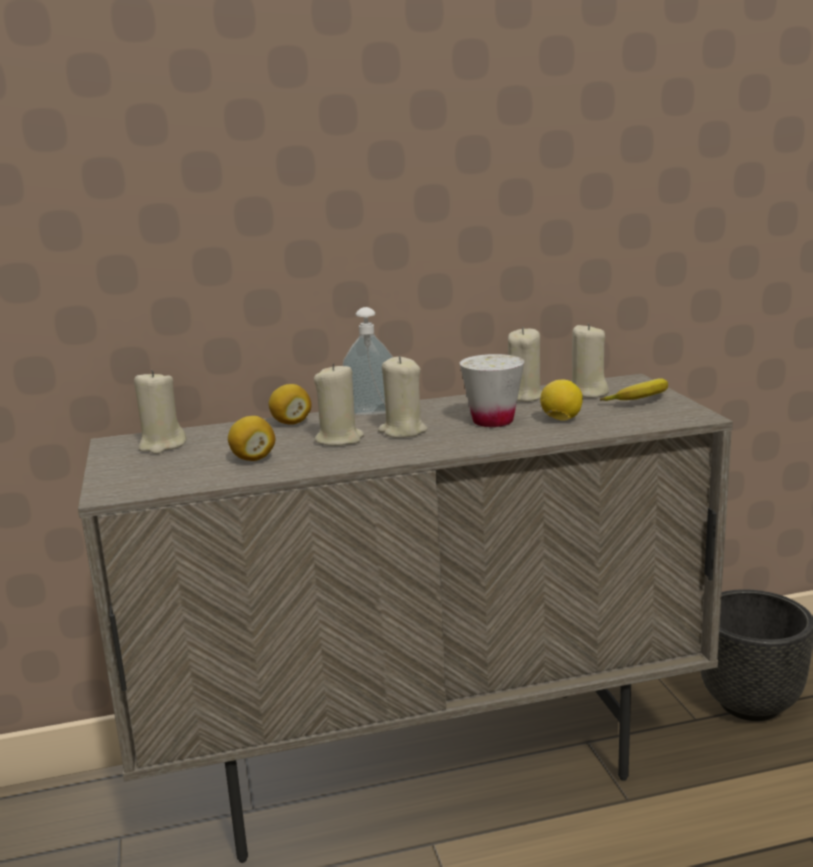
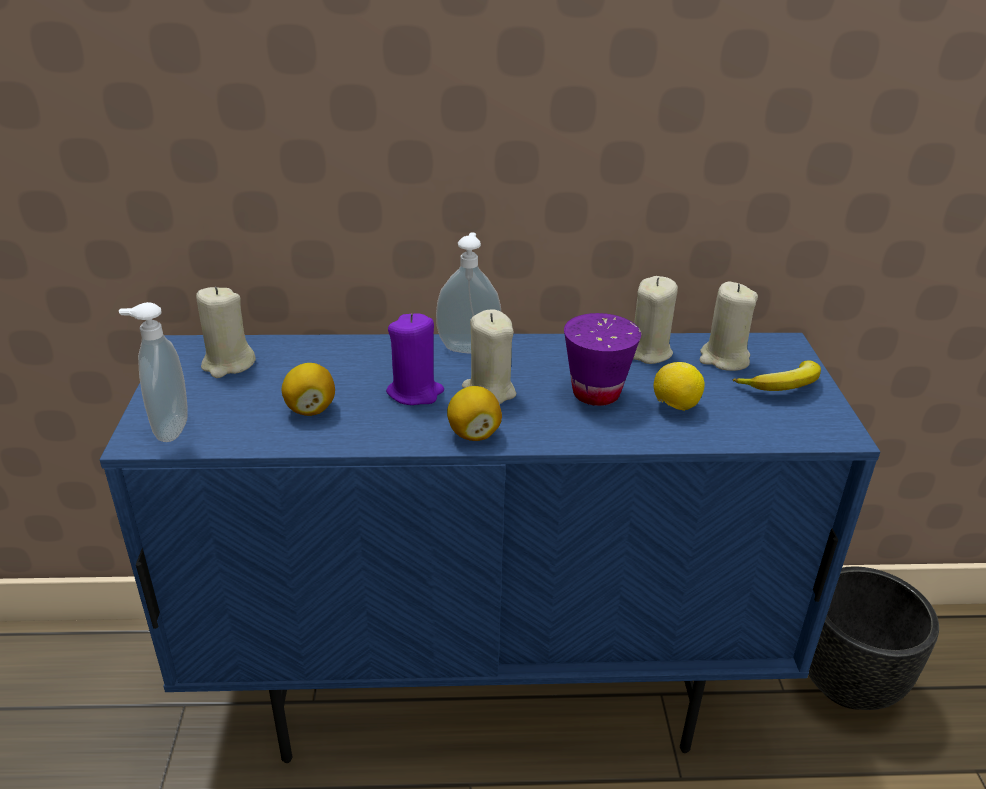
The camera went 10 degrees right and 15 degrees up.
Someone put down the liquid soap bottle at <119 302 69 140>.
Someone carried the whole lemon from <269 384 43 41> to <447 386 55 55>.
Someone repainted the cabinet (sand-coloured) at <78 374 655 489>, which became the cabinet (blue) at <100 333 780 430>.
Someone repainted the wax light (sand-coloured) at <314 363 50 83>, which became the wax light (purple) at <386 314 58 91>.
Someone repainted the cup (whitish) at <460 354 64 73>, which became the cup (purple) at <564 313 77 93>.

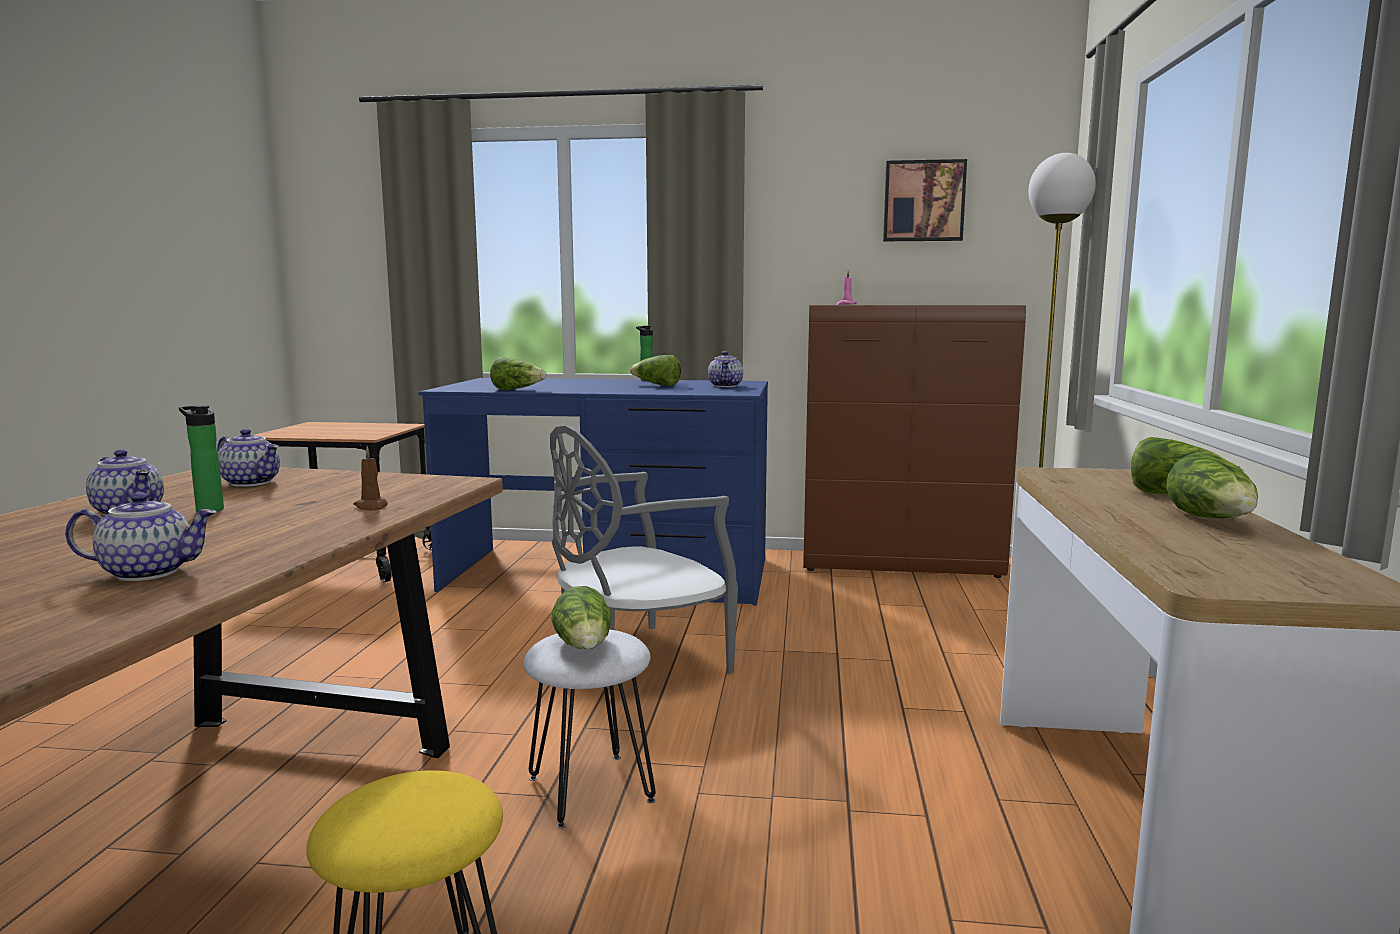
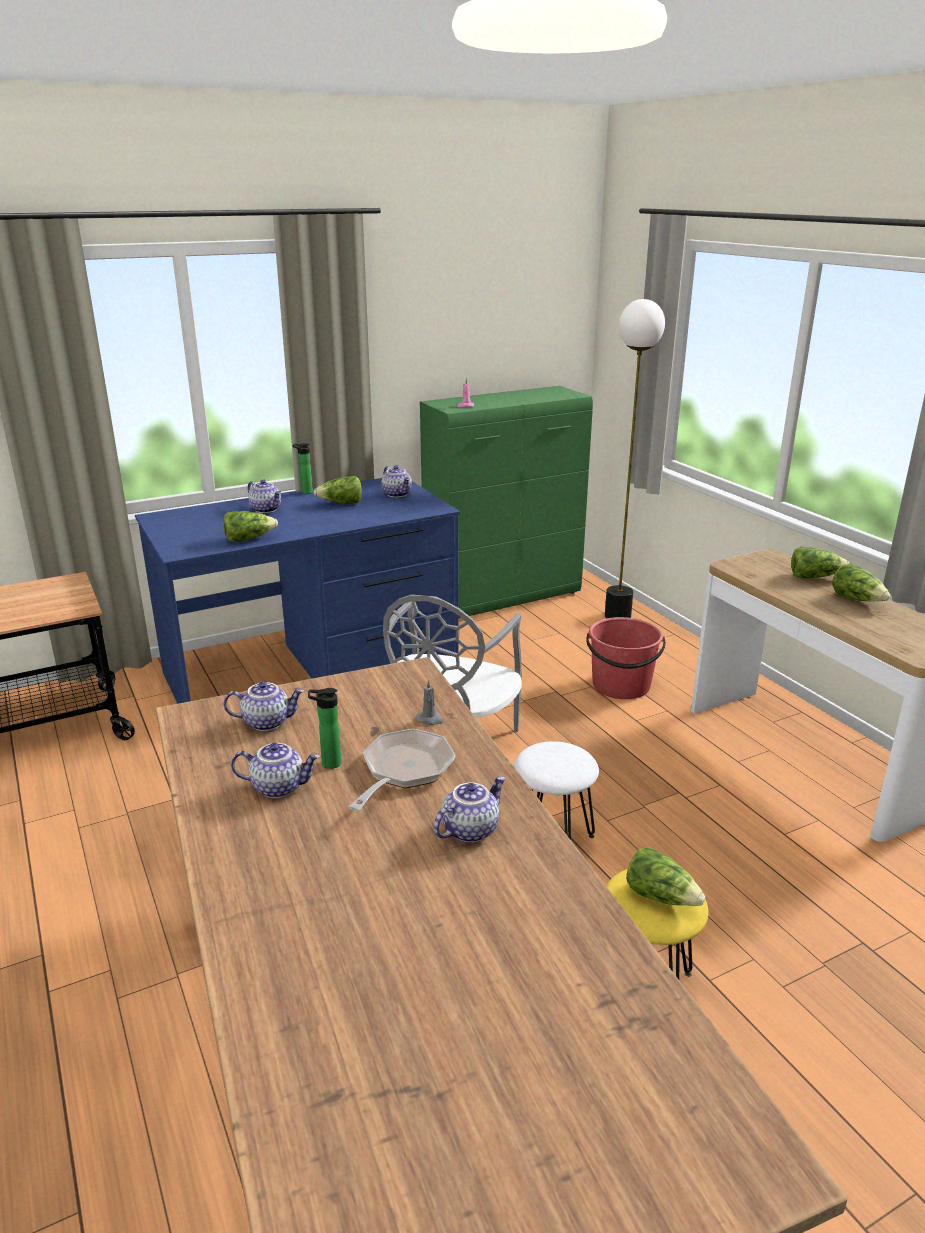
The camera went 35 degrees left and 15 degrees up.
Someone took away the wall picture at <883 159 84 82>.
Someone put down the pot for tea at <248 480 33 33>.
Someone put down the pan at <348 729 107 82>.
Someone put down the bucket (red-coloured) at <586 617 80 82>.
Someone carried the lettuce from <551 586 61 64> to <626 847 79 59>.
Someone repainted the wax light (brown-coloured) at <353 446 35 65>, which became the wax light (gray) at <416 679 28 46>.
Someone repainted the cabinet (brown-coloured) at <803 305 223 273>, which became the cabinet (greenish) at <420 386 173 232>.

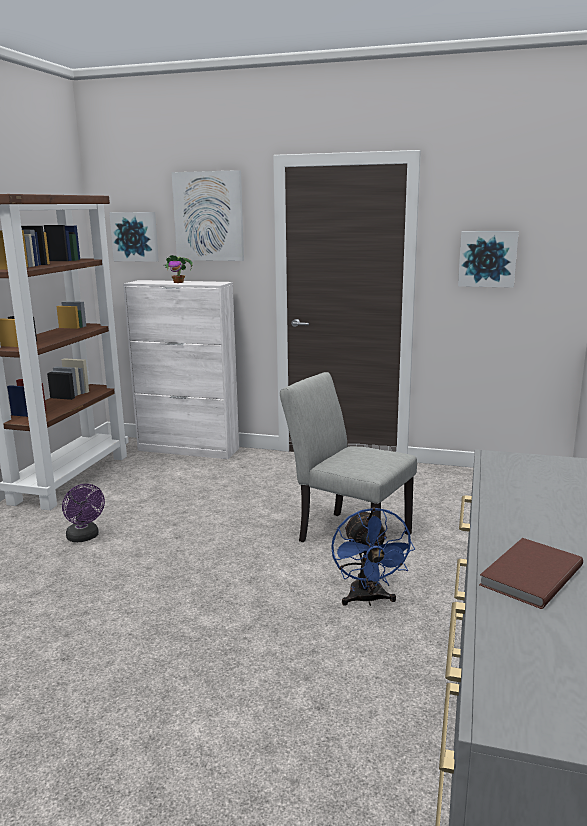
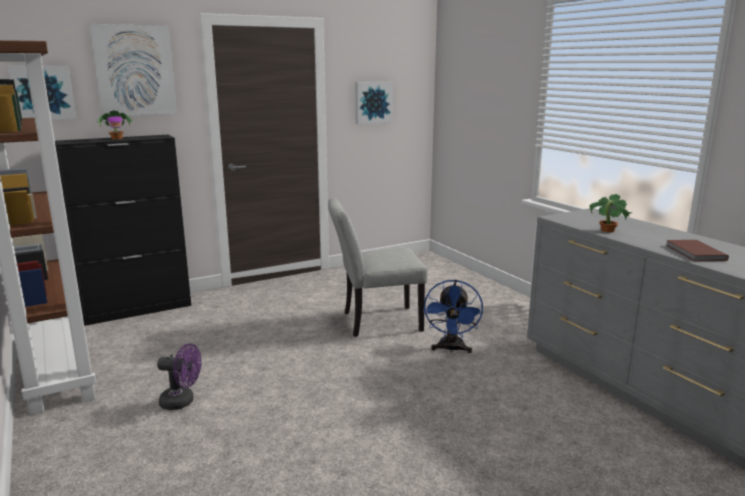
The camera went 45 degrees left and 0 degrees up.
Someone put down the plant in a pot at <589 194 44 39>.
Someone repainted the cabinet (whitish) at <123 280 116 179>, which became the cabinet (blackish) at <55 135 136 191>.
Someone rotated the cooling fan (blue) at <331 507 84 99> by 60 degrees clockwise.

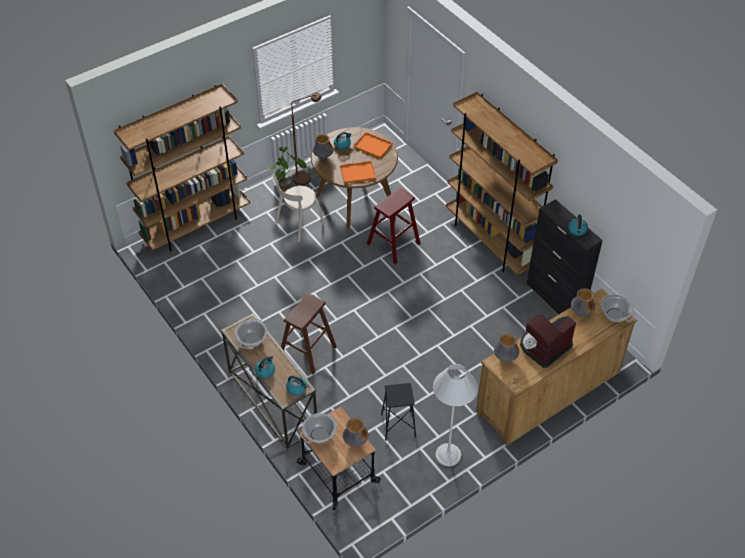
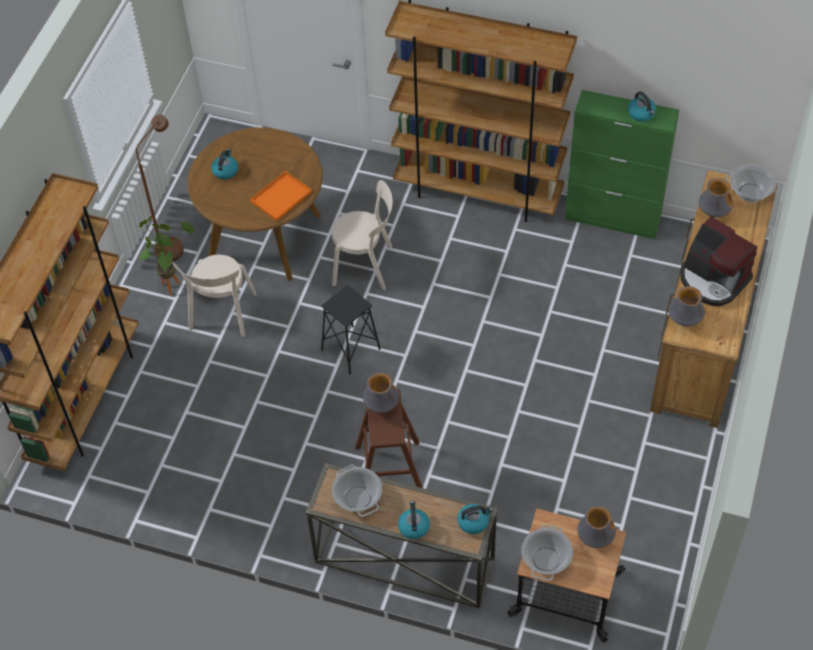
The camera went 35 degrees left and 5 degrees up.
Someone took away the carrying tray (orange) at <354 132 39 27>.
Someone took away the standard lamp (whitish) at <433 364 45 103>.
Someone carried the decorative vase from <313 134 21 25> to <363 373 36 40>.
Someone carried the sitting stool (blackish) from <381 383 35 58> to <321 285 60 89>.
Someone swapped the sitting stool (red-coloured) at <367 188 54 76> for the chair (sand-coloured) at <331 180 62 110>.
Someone repainted the cabinet (blackish) at <527 199 76 115>, which became the cabinet (greenish) at <565 90 114 149>.
Someone rotated the coffee maker at <520 314 56 54> by 60 degrees counterclockwise.

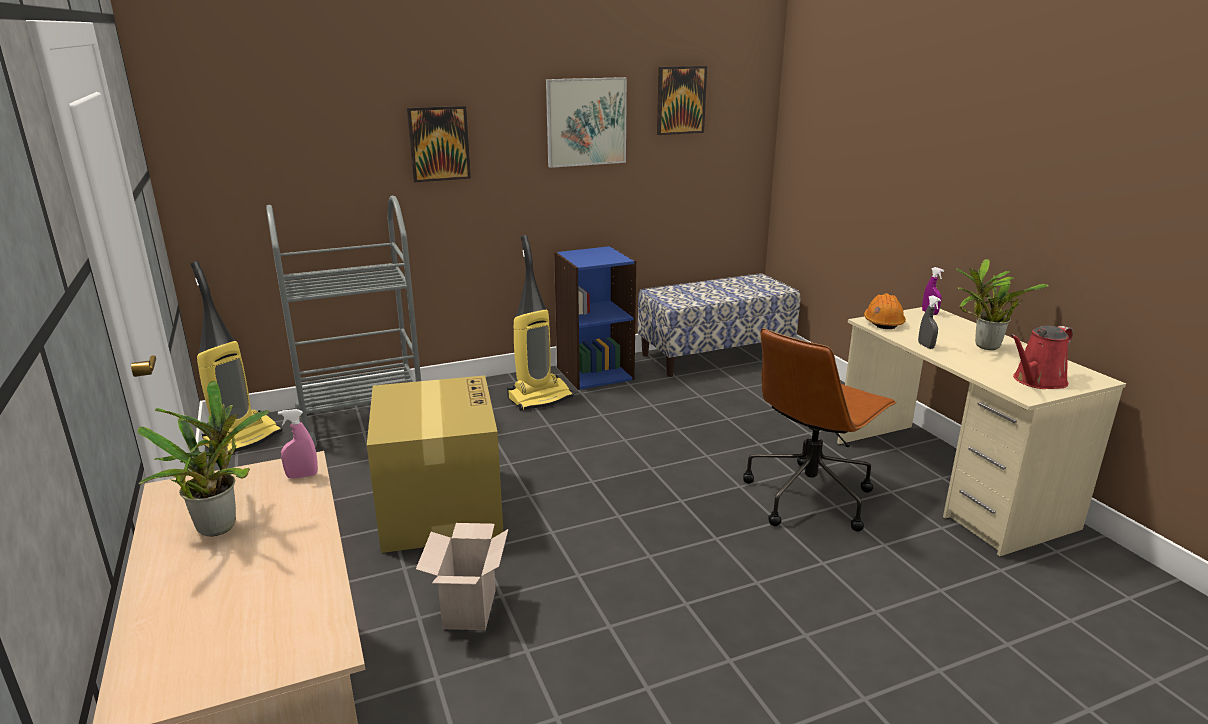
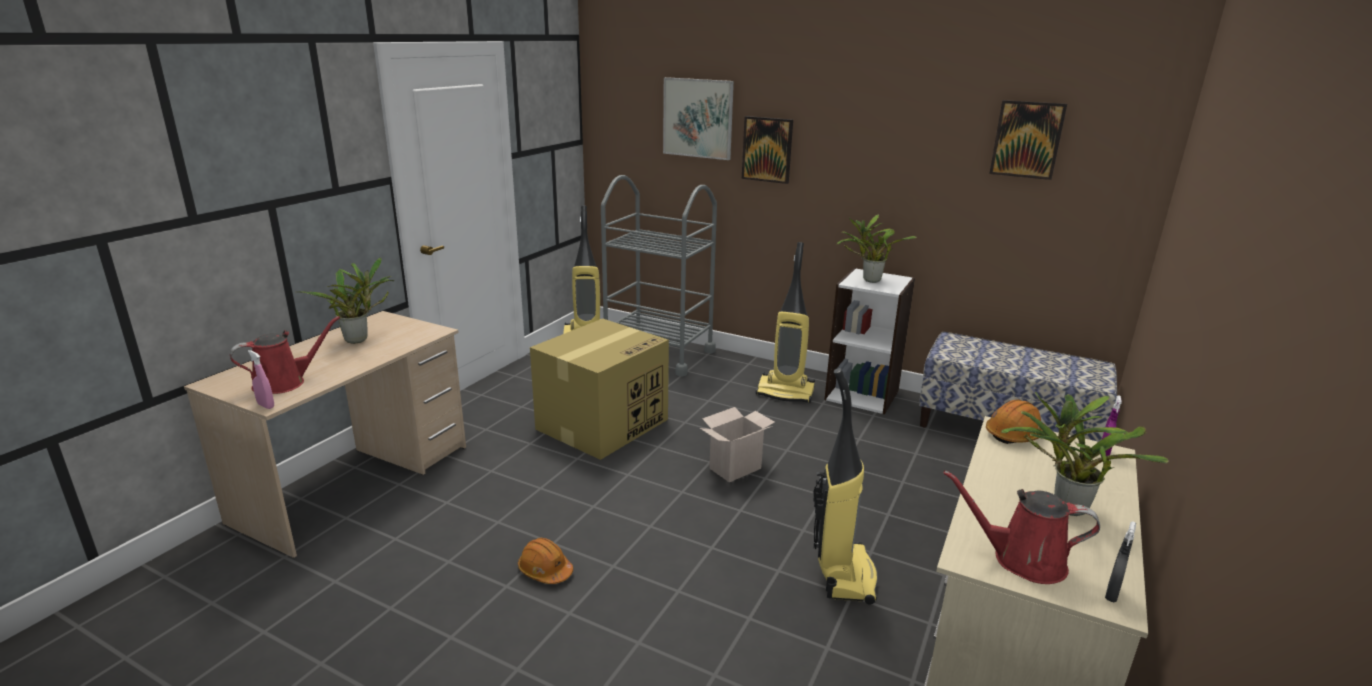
The camera went 50 degrees right and 0 degrees up.
Someone put down the sprinkling can (red-coloured) at <230 316 110 78>.
Someone put down the hard hat (orange) at <518 538 55 46>.
Someone put down the plant in a pot at <837 214 80 69>.
Someone carried the spray bottle (pinkish) from <278 409 40 70> to <248 350 26 59>.
Someone carried the carton from <416 523 92 107> to <700 407 75 75>.
Someone carried the wall picture from <546 77 81 91> to <663 77 71 83>.
Someone carried the spray bottle (gray) from <918 295 23 54> to <1105 521 31 81>.
Someone swapped the office chair (brown-coloured) at <743 328 154 204> for the hoover at <813 368 65 237>.
Someone repainted the bookshelf (blue) at <554 246 82 144>, which became the bookshelf (whitish) at <824 268 91 147>.

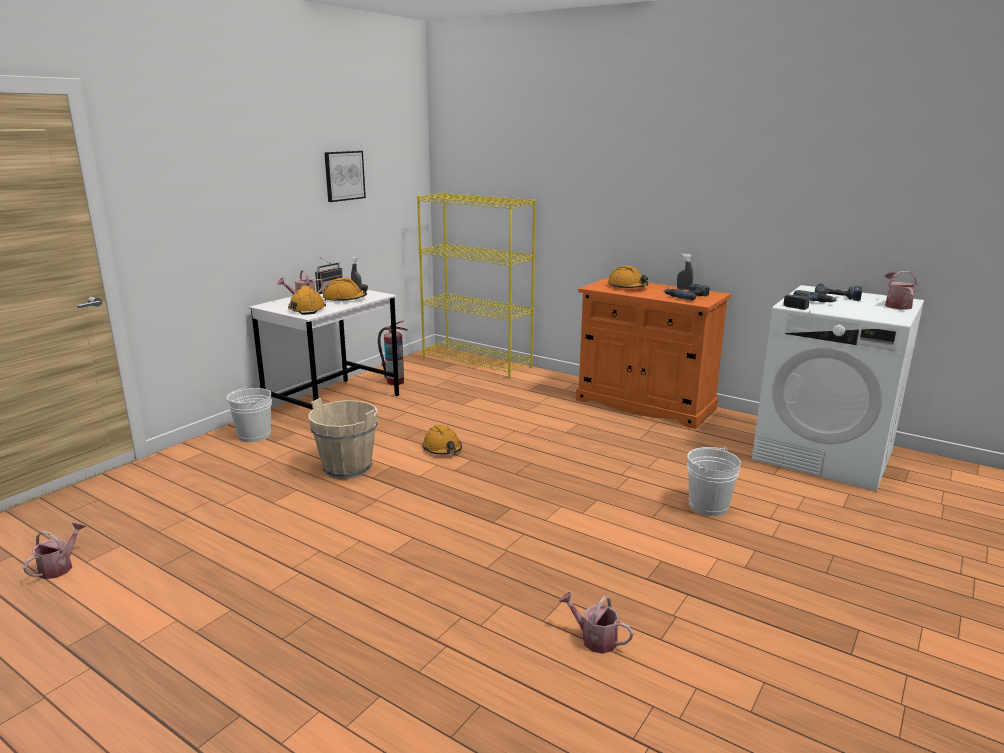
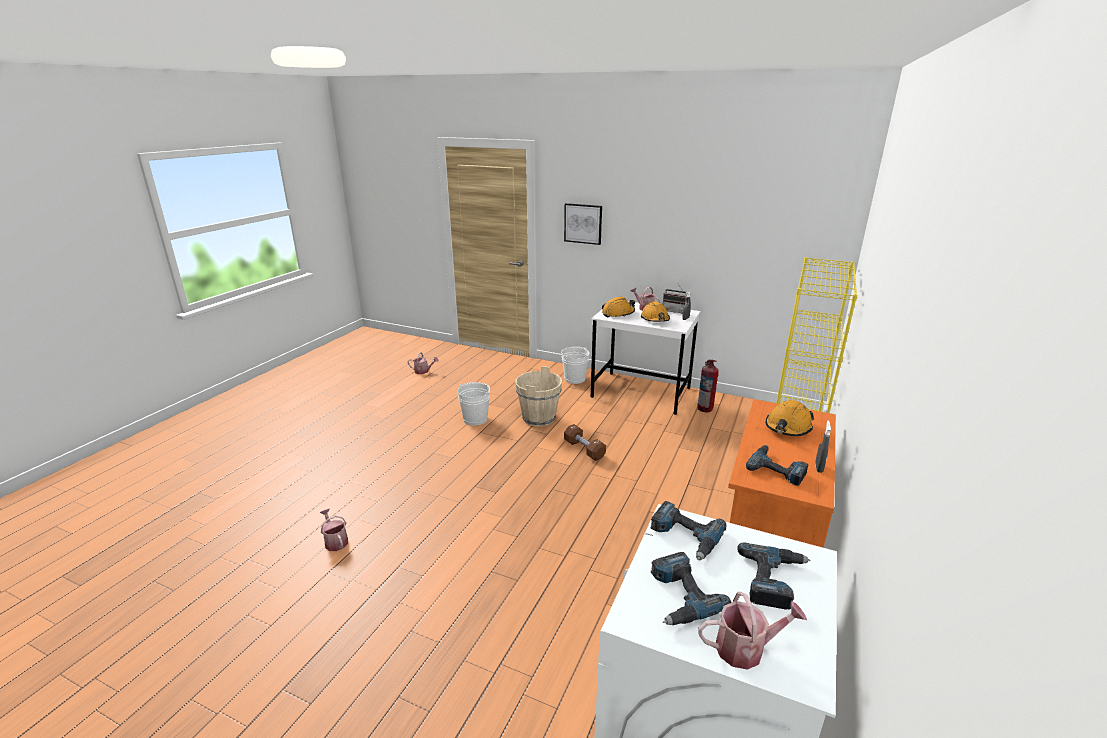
The camera went 80 degrees right and 5 degrees up.
Someone put down the power drill at <651 552 80 73>.
Someone carried the wall picture from <324 151 42 51> to <564 203 38 42>.
Someone carried the bucket (whitish) from <687 447 54 69> to <458 382 32 43>.
Someone swapped the hard hat (orange) at <423 425 39 30> for the free weight (brown-coloured) at <564 424 42 37>.
Someone rotated the sprinkling can at <559 592 74 62> by 60 degrees counterclockwise.

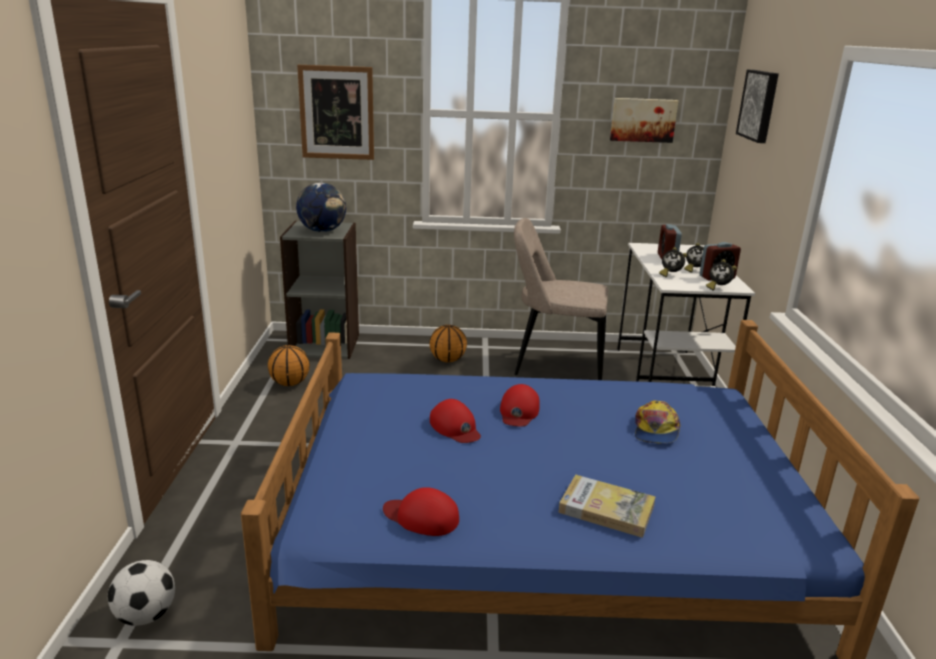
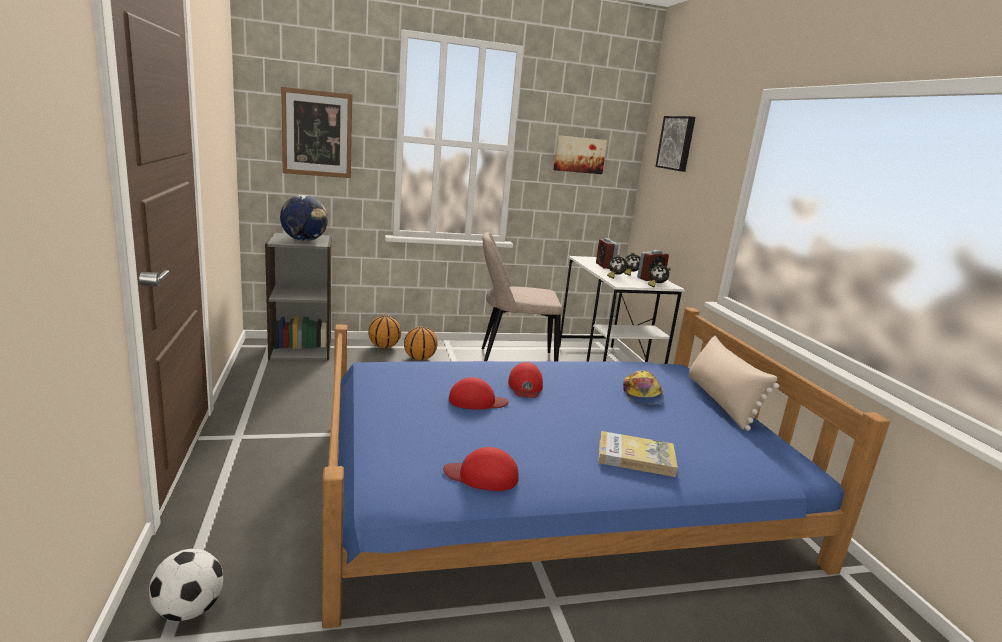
The camera went 15 degrees left and 5 degrees down.
Someone put down the throw pillow (sand-coloured) at <689 335 90 96>.
Someone carried the basketball from <268 345 42 41> to <368 316 33 32>.
Someone rotated the baseball cap (red-coloured) at <430 399 51 44> by 45 degrees counterclockwise.

